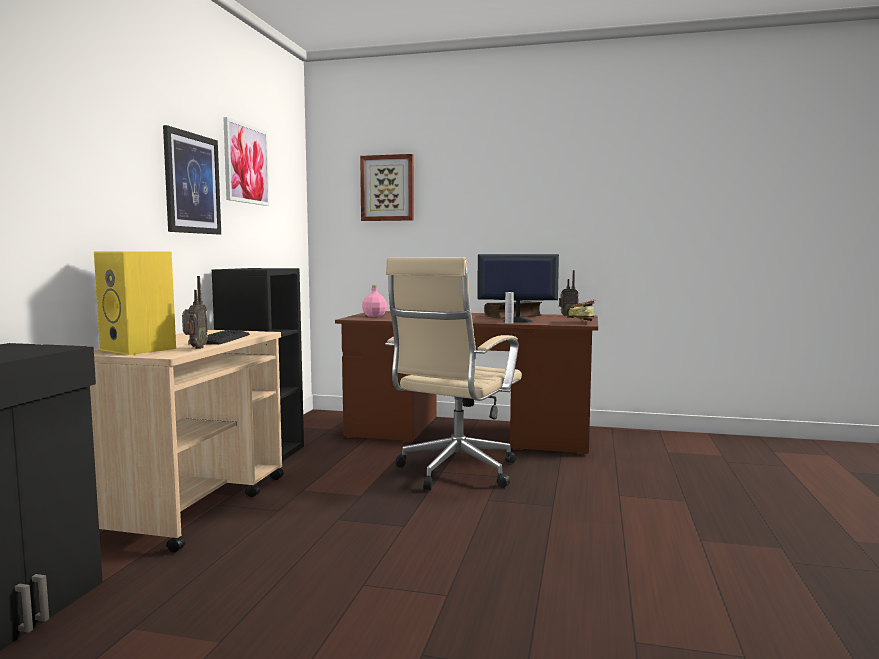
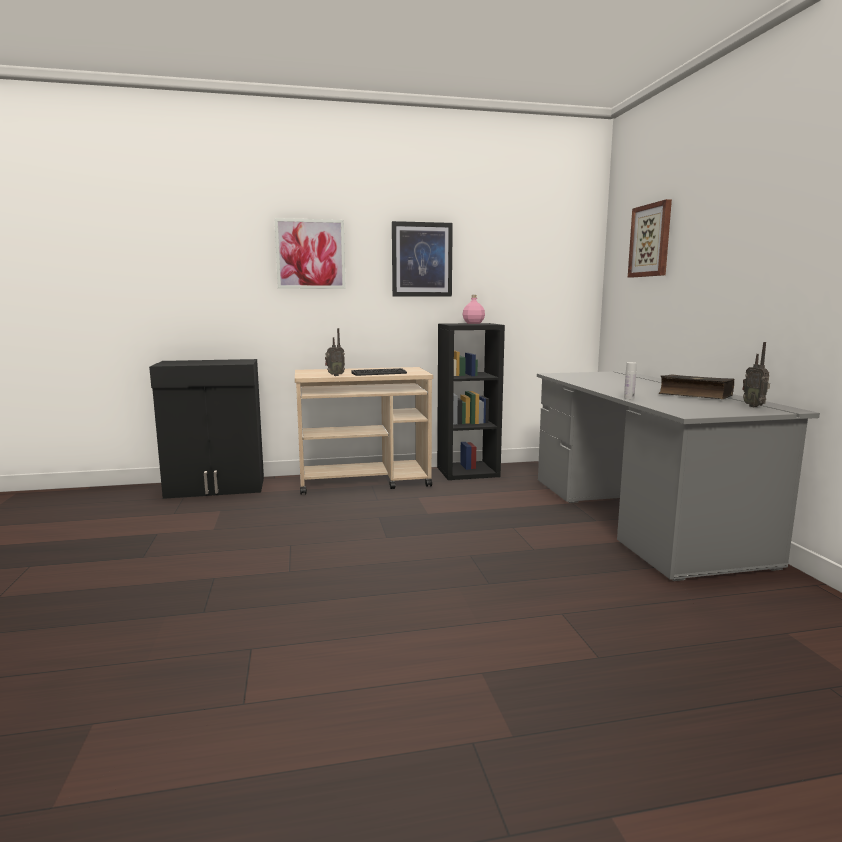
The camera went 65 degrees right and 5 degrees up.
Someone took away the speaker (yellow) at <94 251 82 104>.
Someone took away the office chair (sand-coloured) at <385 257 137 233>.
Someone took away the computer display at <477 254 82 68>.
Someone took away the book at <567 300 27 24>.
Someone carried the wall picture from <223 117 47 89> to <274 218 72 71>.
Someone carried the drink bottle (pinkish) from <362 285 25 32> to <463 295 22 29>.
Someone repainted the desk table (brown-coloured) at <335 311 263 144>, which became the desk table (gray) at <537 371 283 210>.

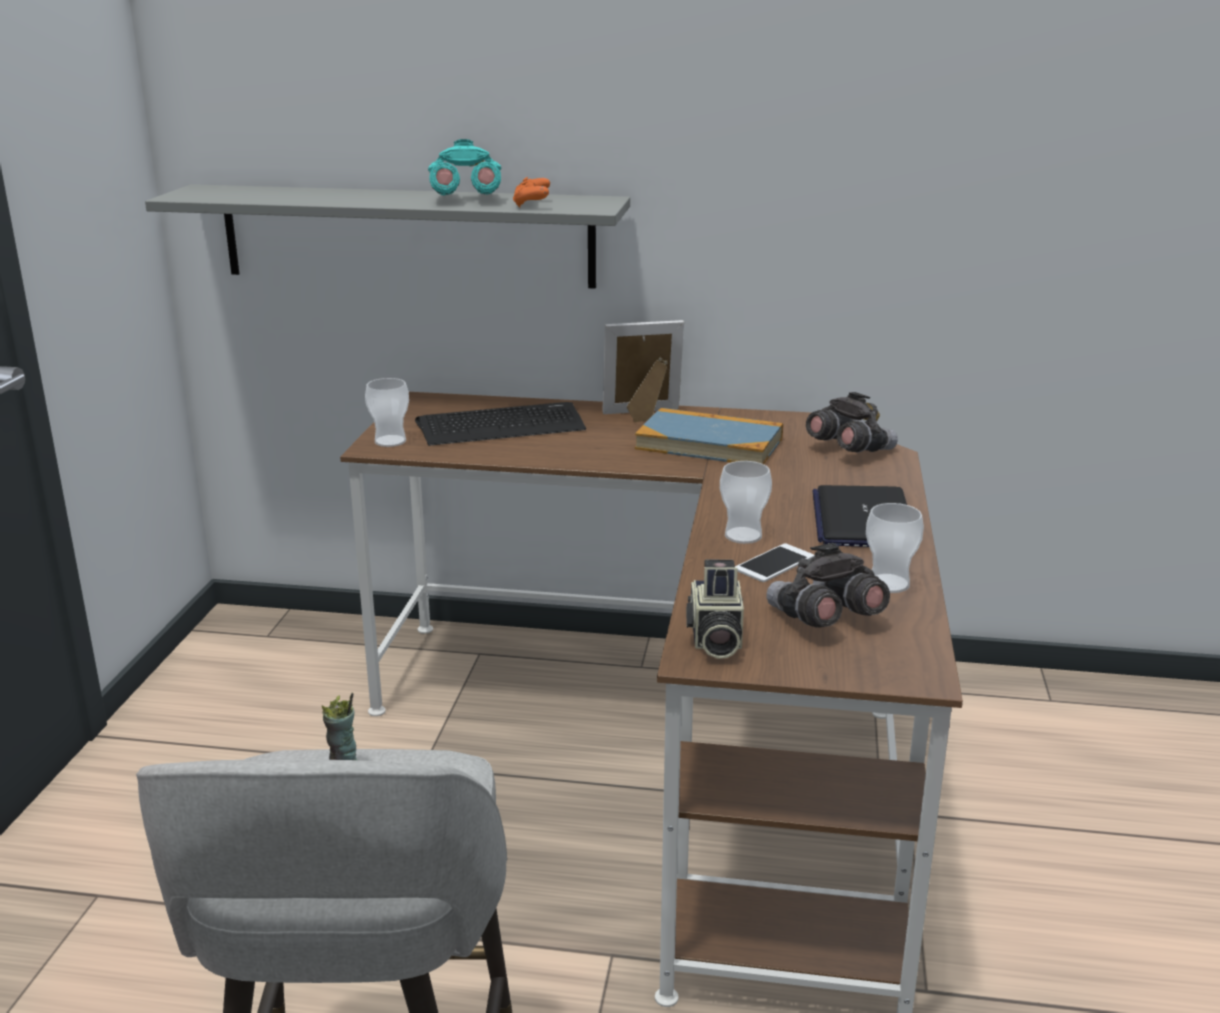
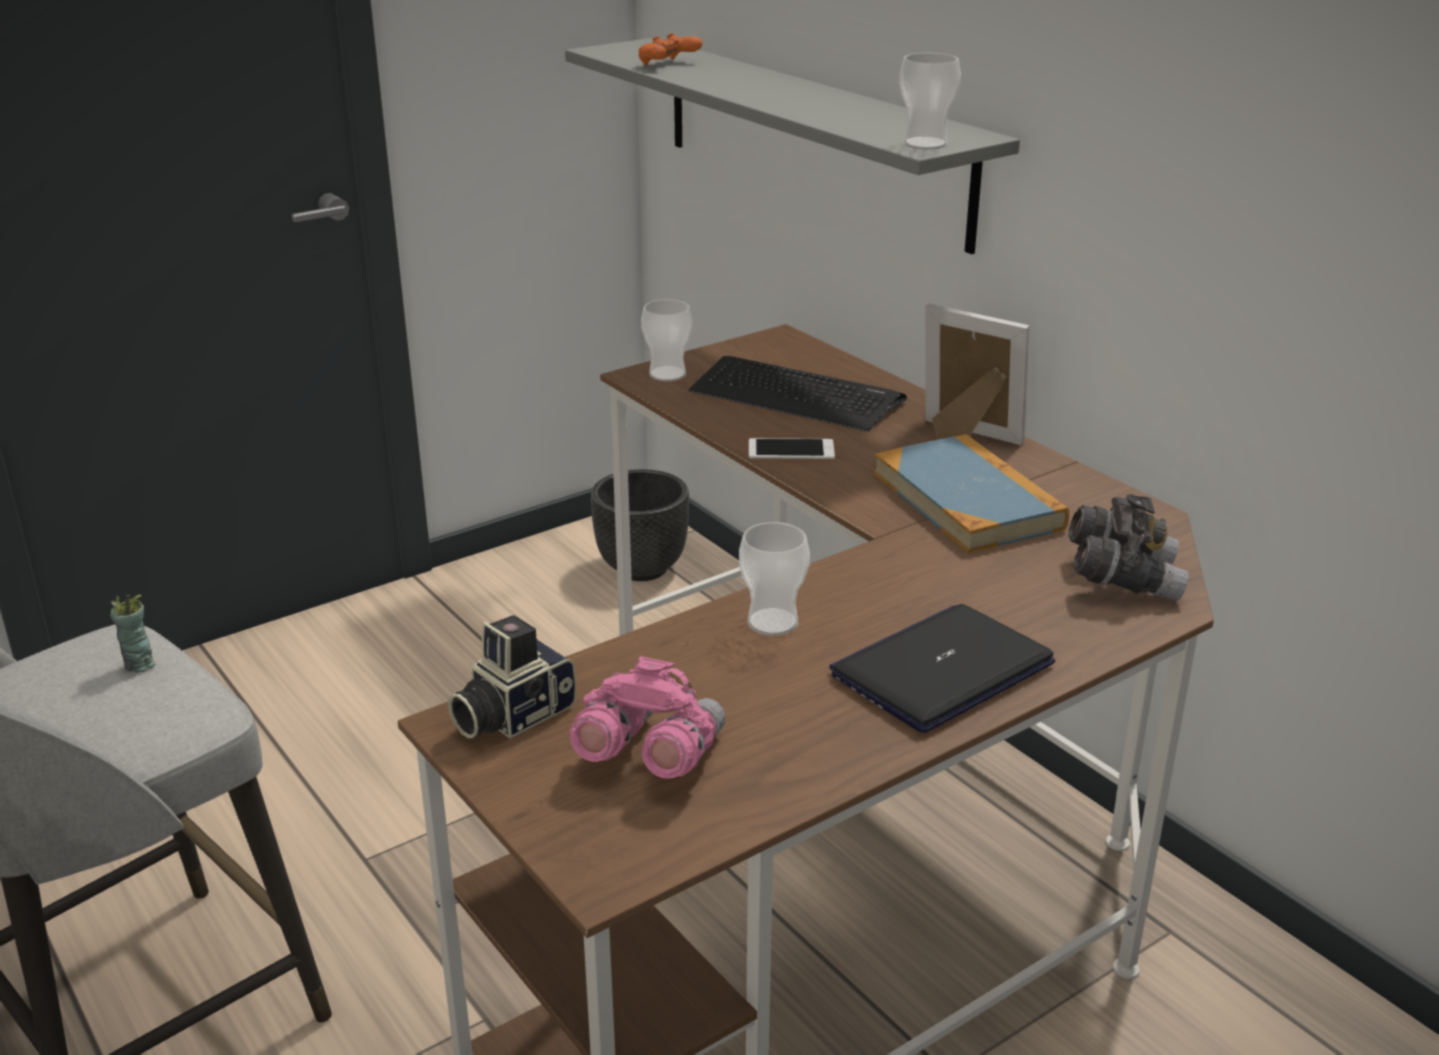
The camera went 45 degrees right and 5 degrees up.
Someone took away the field glasses (turquoise) at <428 139 73 56>.
Someone put down the plant pot (blackish) at <591 469 98 112>.
Someone carried the joypad (orange) from <513 177 37 31> to <639 33 63 33>.
Someone carried the handset from <735 543 80 39> to <749 438 86 21>.
Someone carried the cup from <866 503 58 90> to <899 53 62 96>.
Someone repainted the field glasses (gray) at <766 543 124 84>, which became the field glasses (pinkish) at <569 656 156 123>.

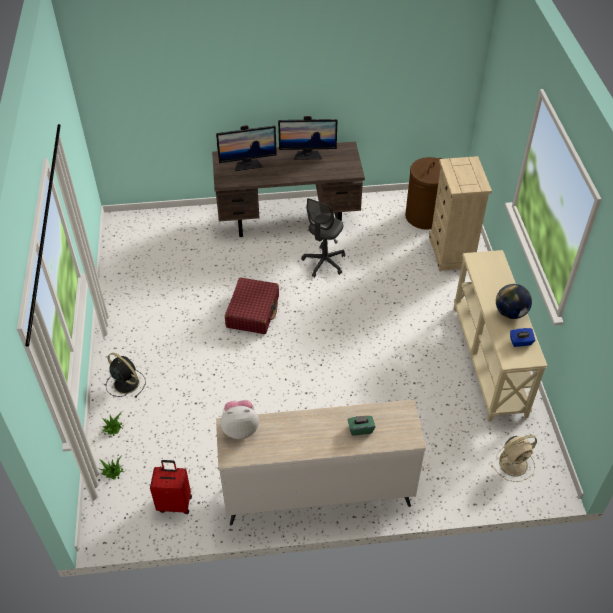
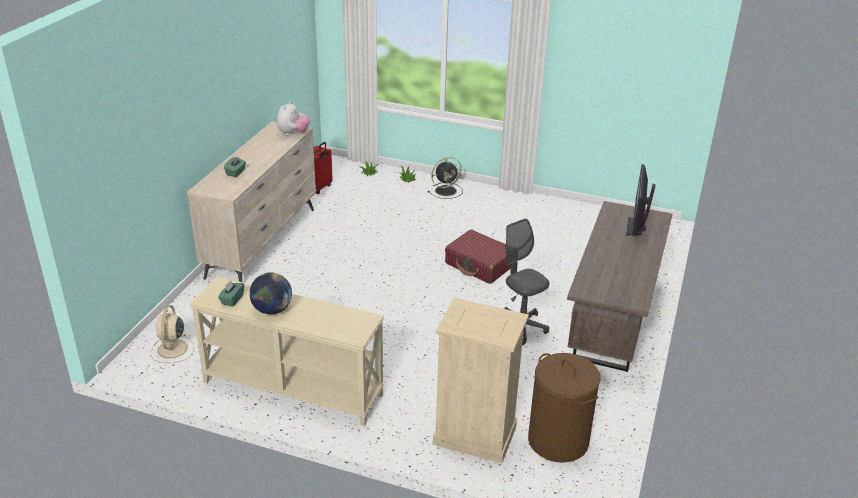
The camera went 115 degrees right and 15 degrees down.
Someone took away the computer display at <278 116 59 44>.
Someone repainted the tissue holder (blue) at <510 328 25 19>, which became the tissue holder (greenish) at <218 280 26 27>.

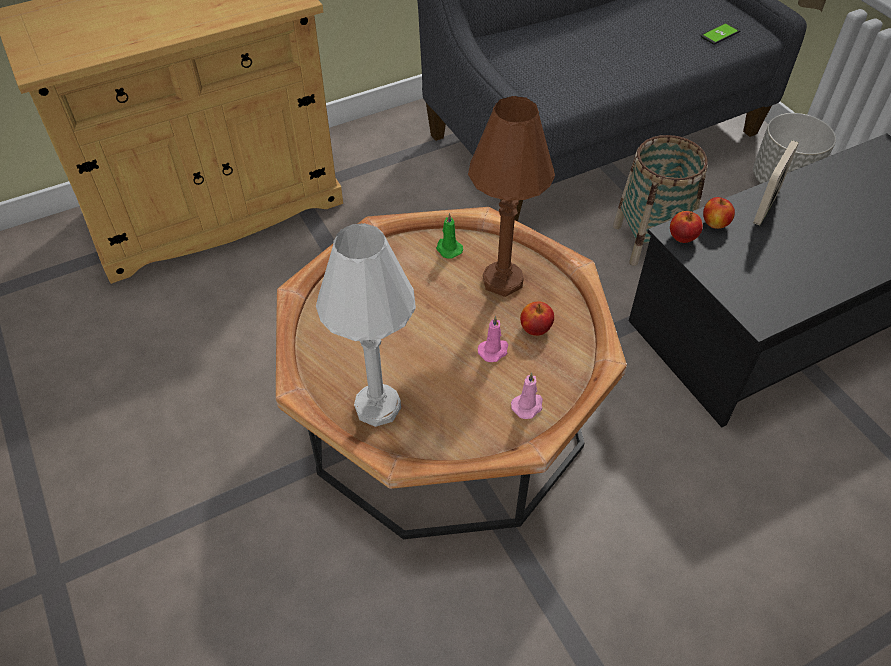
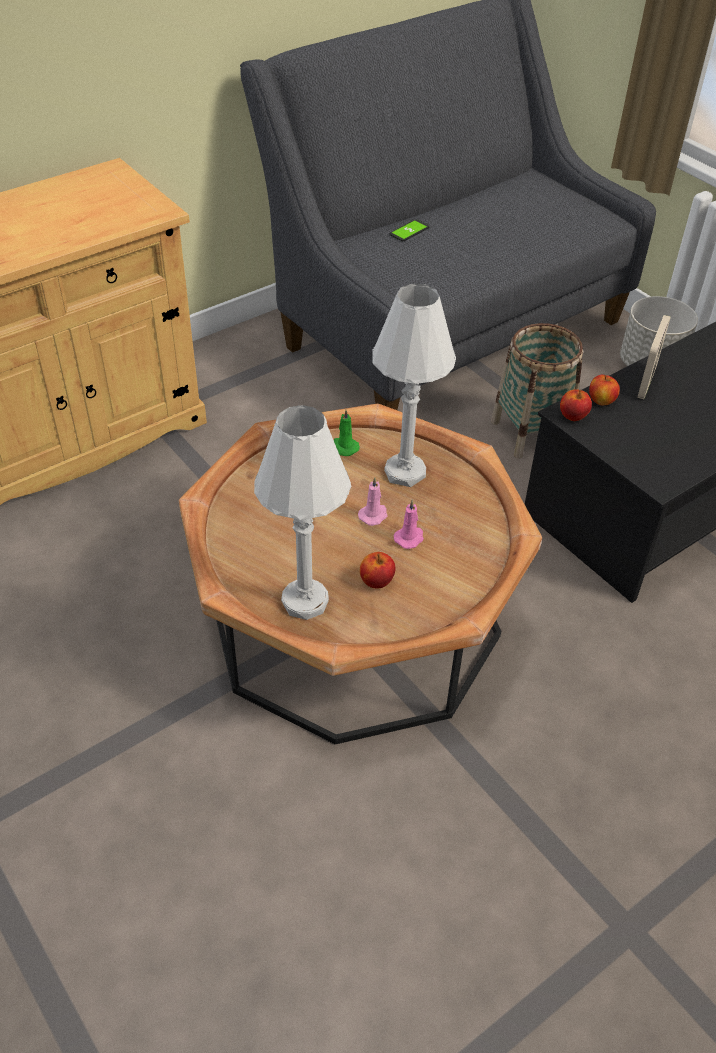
The camera went 10 degrees left and 5 degrees down.
Someone carried the wax light (pinkish) from <511 373 32 46> to <358 477 30 49>.
Someone carried the whole apple from <520 301 34 35> to <360 552 35 36>.
Someone carried the handset from <701 23 39 21> to <389 219 40 23>.
Someone repainted the table lamp (brown-coloured) at <468 96 87 201>, which became the table lamp (whitish) at <372 283 84 204>.

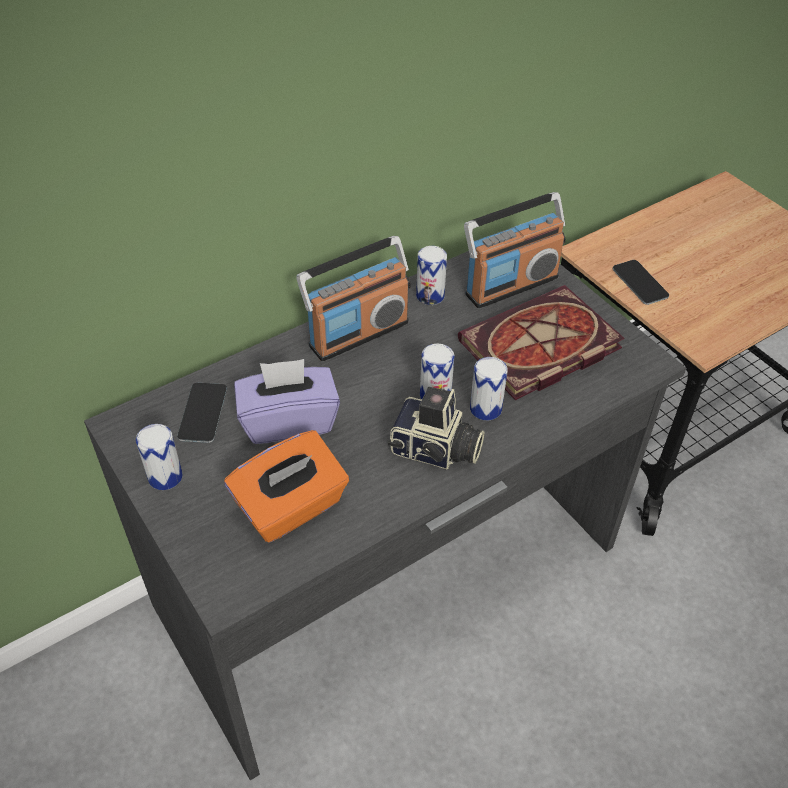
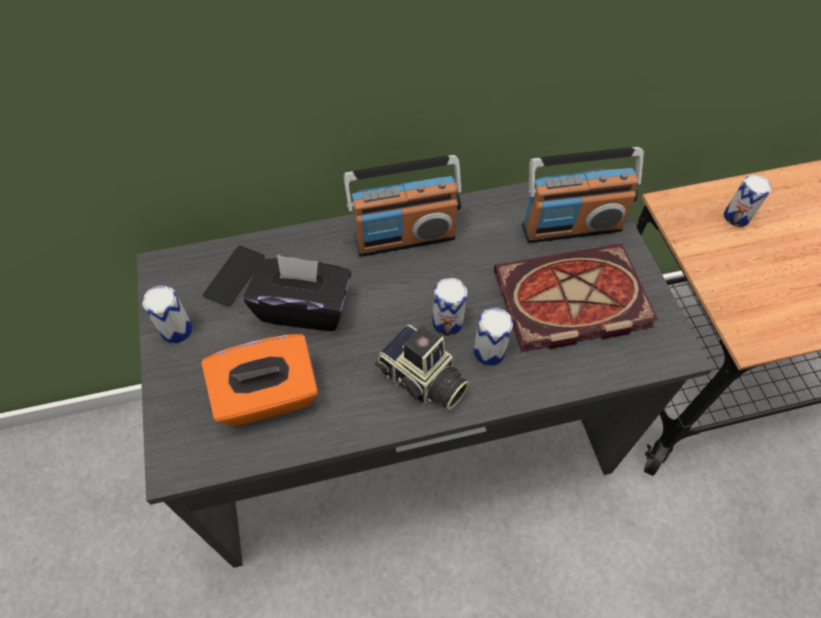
The camera went 20 degrees right and 10 degrees up.
Someone took away the handset at <613 260 56 45>.
Someone carried the metal can from <416 246 31 59> to <724 175 48 52>.
Someone repainted the tissue holder (purple) at <234 359 106 85>, which became the tissue holder (blackish) at <243 254 108 77>.

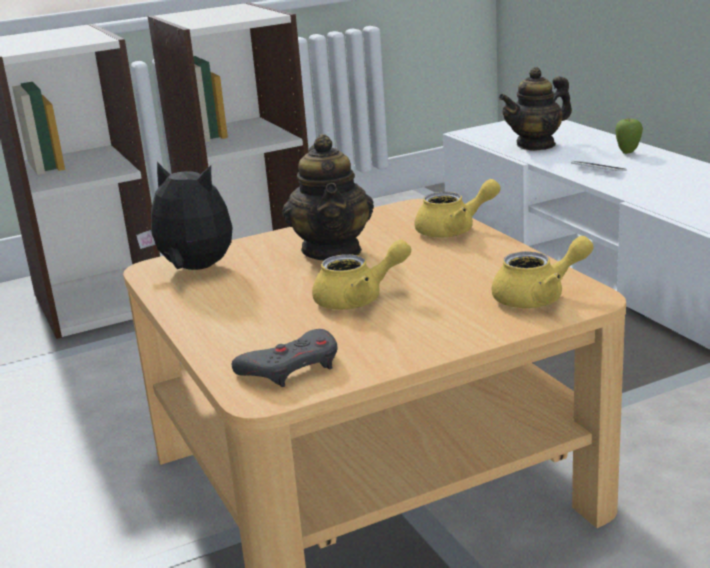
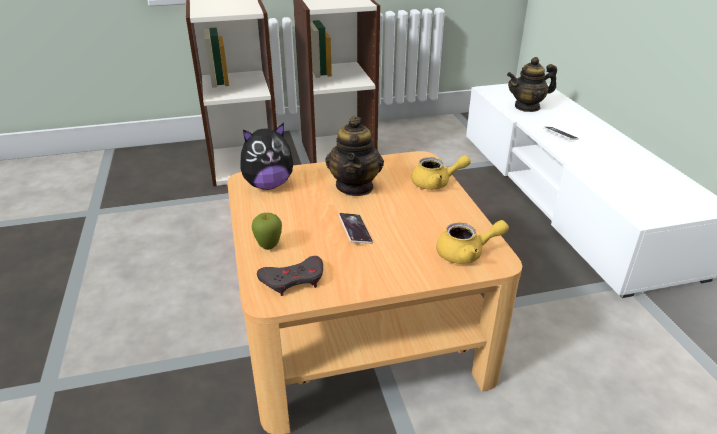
The camera went 10 degrees right and 10 degrees up.
Someone carried the whole apple from <615 119 28 35> to <252 213 30 37>.
Someone swapped the pot for tea (yellow) at <312 239 99 71> for the handset at <338 213 35 31>.
Someone rotated the plush toy at <136 162 97 108> by 120 degrees clockwise.

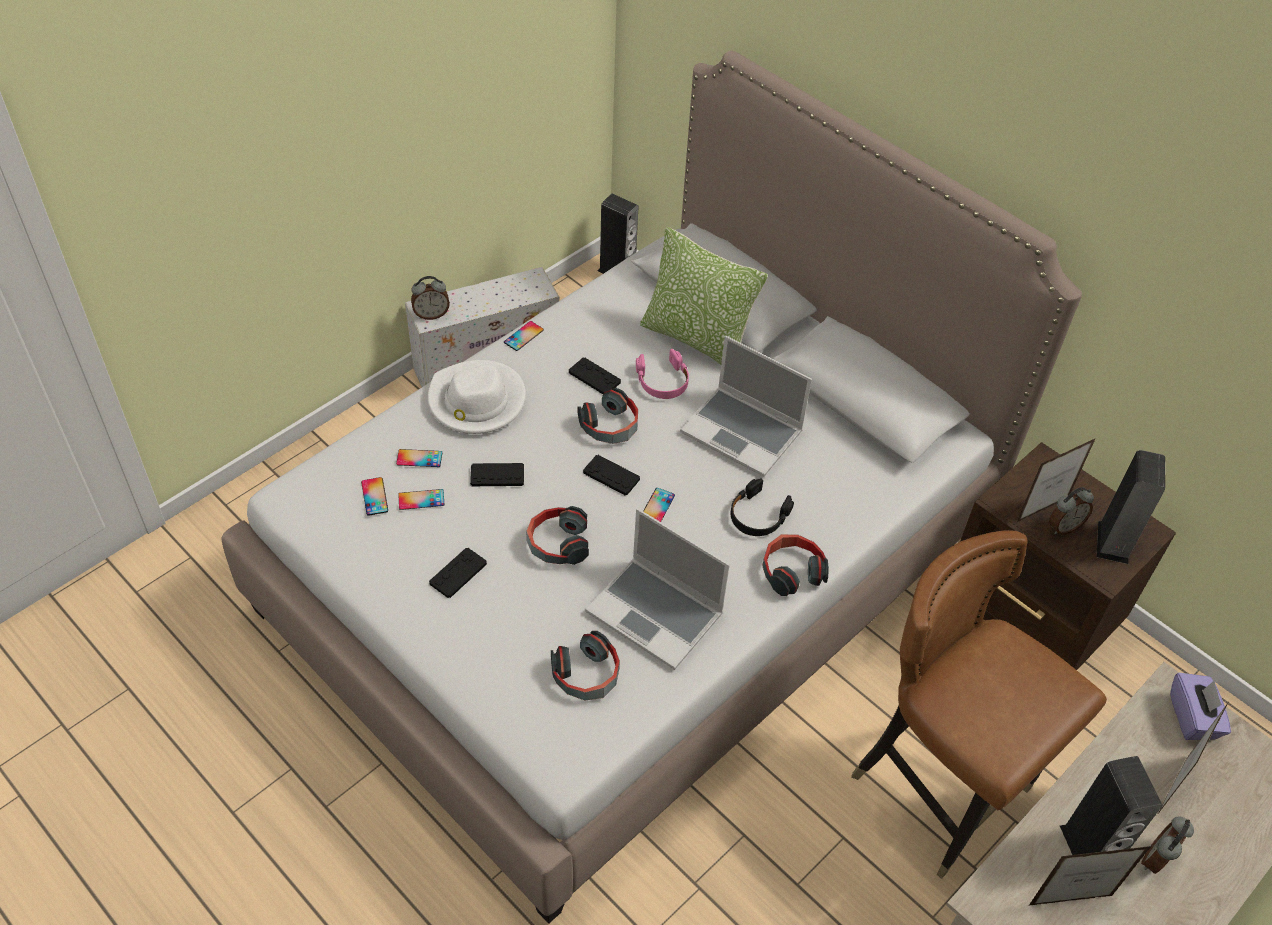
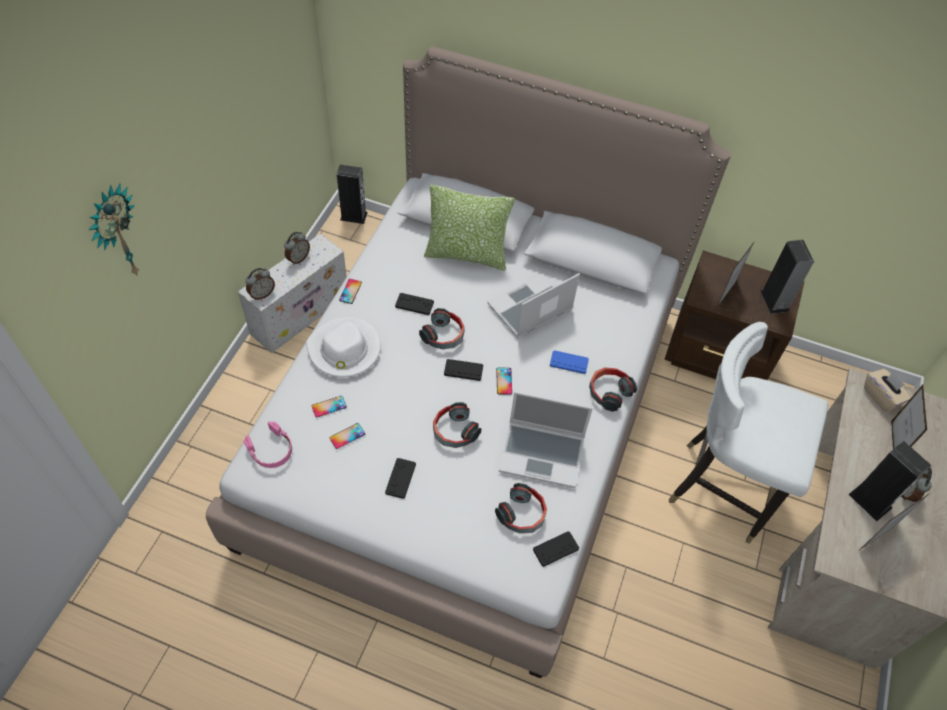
The camera went 25 degrees left and 5 degrees up.
Someone took away the handset at <361 477 27 39>.
Someone put up the wall clock at <89 184 50 92>.
Someone carried the joypad (blackish) from <470 463 54 23> to <533 531 46 36>.
Someone carried the headset (pinkish) from <636 349 53 50> to <244 421 48 47>.
Someone carried the bedside clock from <1049 487 45 48> to <284 232 26 33>.
Someone swapped the headset (blackish) at <731 478 63 58> for the joypad (blue) at <550 350 39 24>.
Someone repainted the chair (brown-coloured) at <851 530 256 349>, which became the chair (whitish) at <669 322 159 222>.
Someone repainted the tissue holder (purple) at <1170 672 61 68>, which became the tissue holder (sand-coloured) at <864 369 47 43>.
Someone rotated the portable computer at <680 336 132 141> by 135 degrees clockwise.

